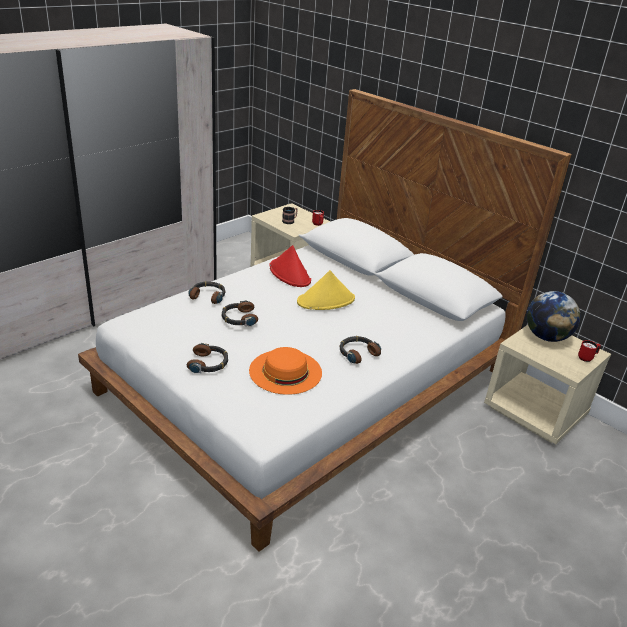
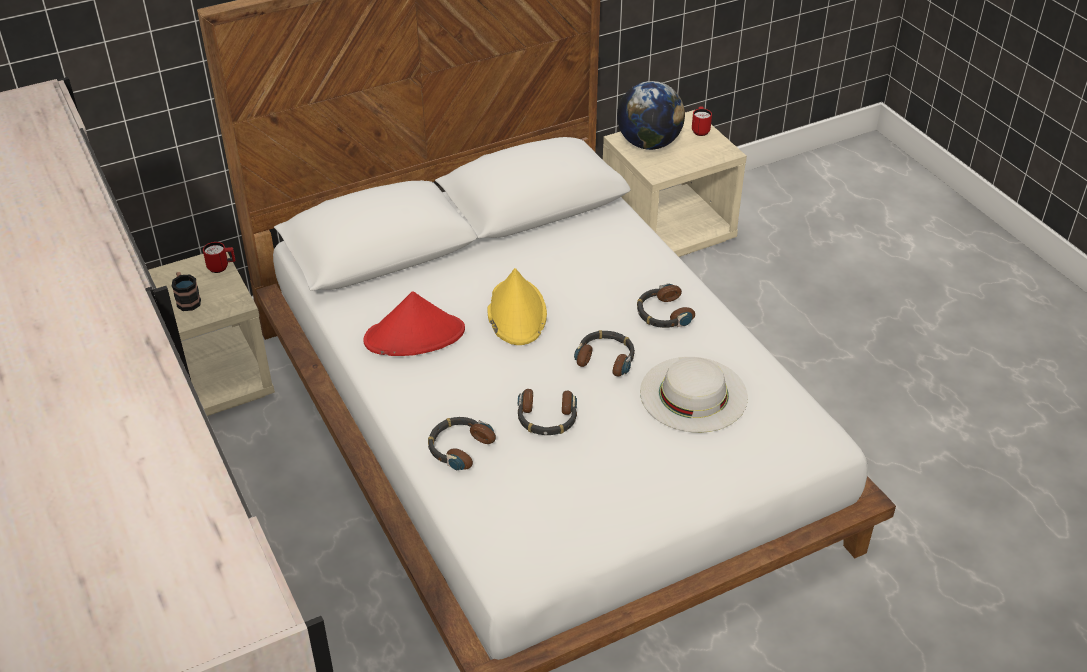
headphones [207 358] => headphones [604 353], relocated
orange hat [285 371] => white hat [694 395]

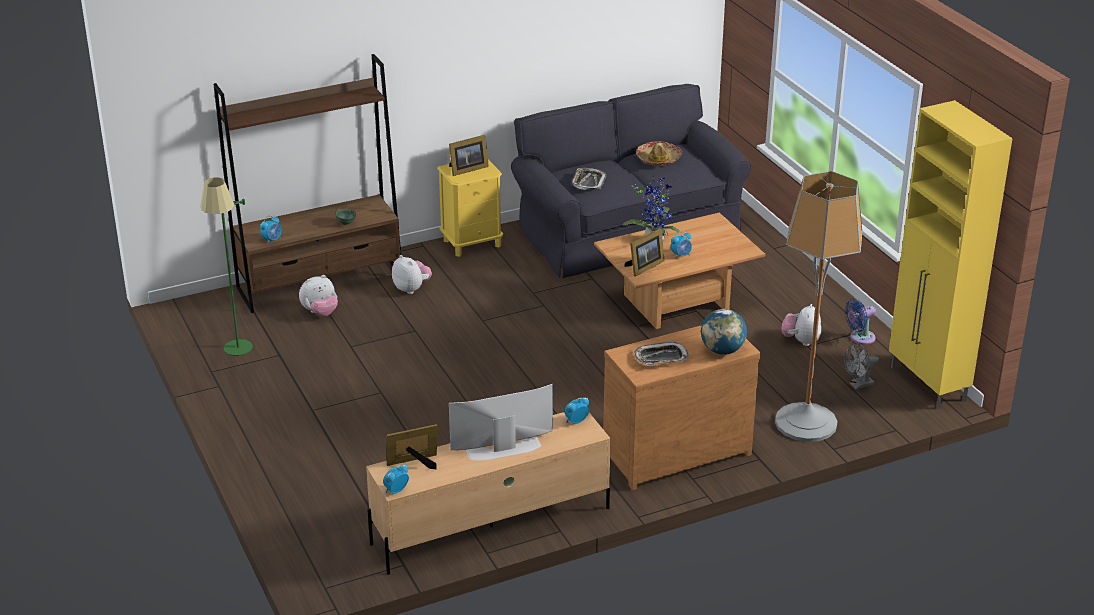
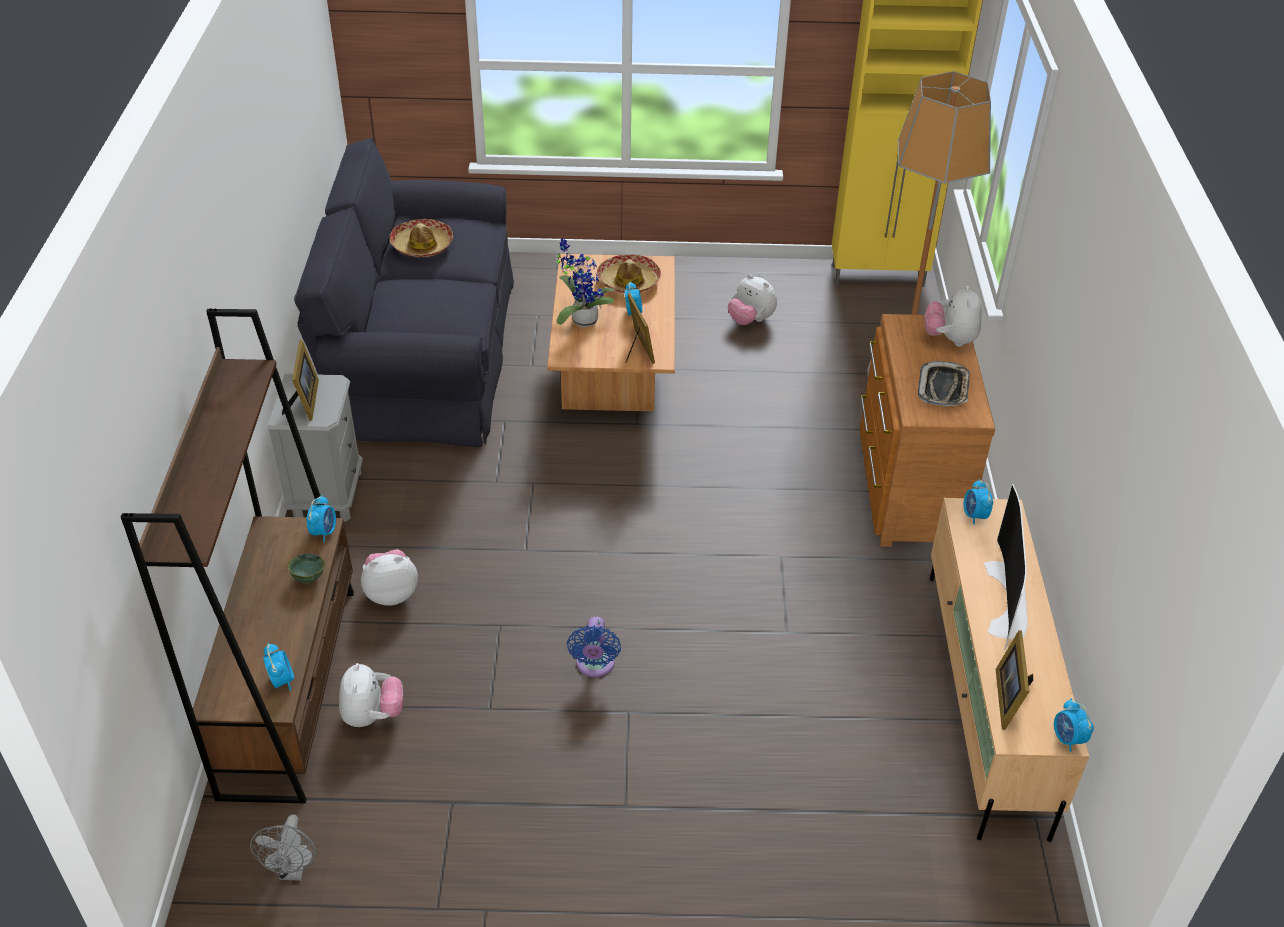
green floor lamp [226 266] => nothing
tray [589 179] => nothing
nothing => alarm clock [321 519]
nothing => hat [629 273]
grey fan [861 366] => grey fan [283 848], relocated
blue fan [860 322] => blue fan [594 646], relocated
globe [724 332] => plush toy [953 316]
yellow nightstand [470 208] => grey nightstand [315 448]

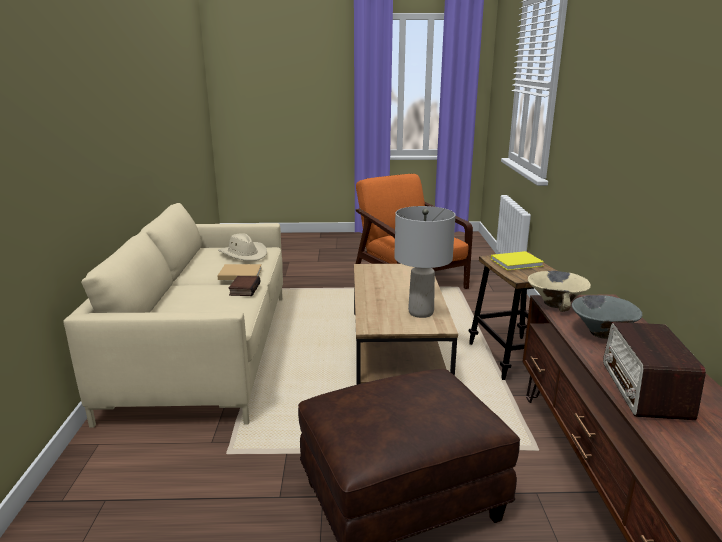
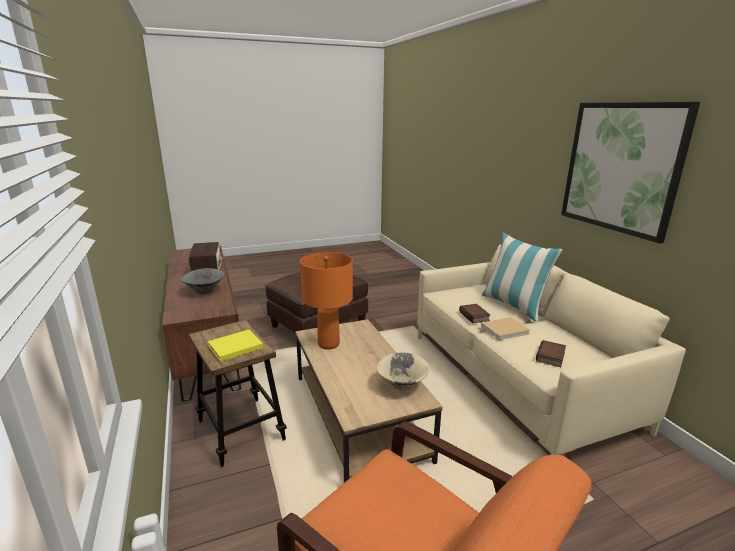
nothing => pillow [522 277]
nothing => picture [630 172]
beige bowl [559 291] => beige bowl [403 371], relocated
beige hat [242 247] => book [551 353]
grey table lamp [424 262] => orange table lamp [326 301]

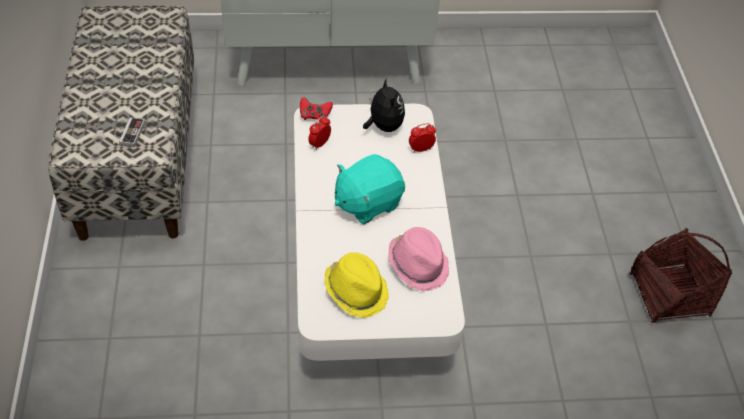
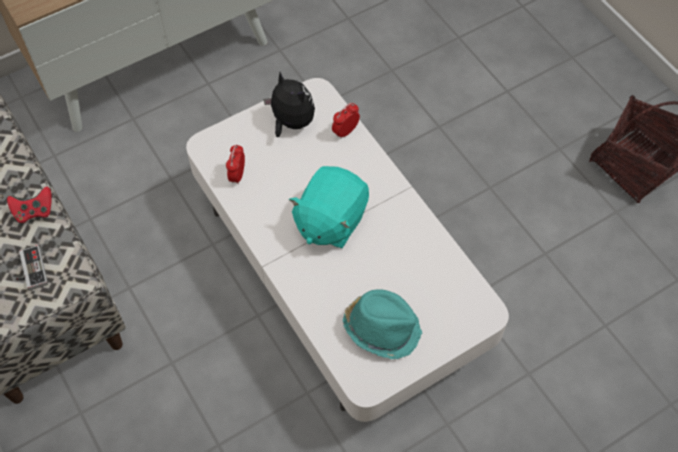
pink hat [418 259] => nothing
red game controller [316 108] => red game controller [29 205], relocated
yellow hat [357 285] => turquoise hat [382 324]

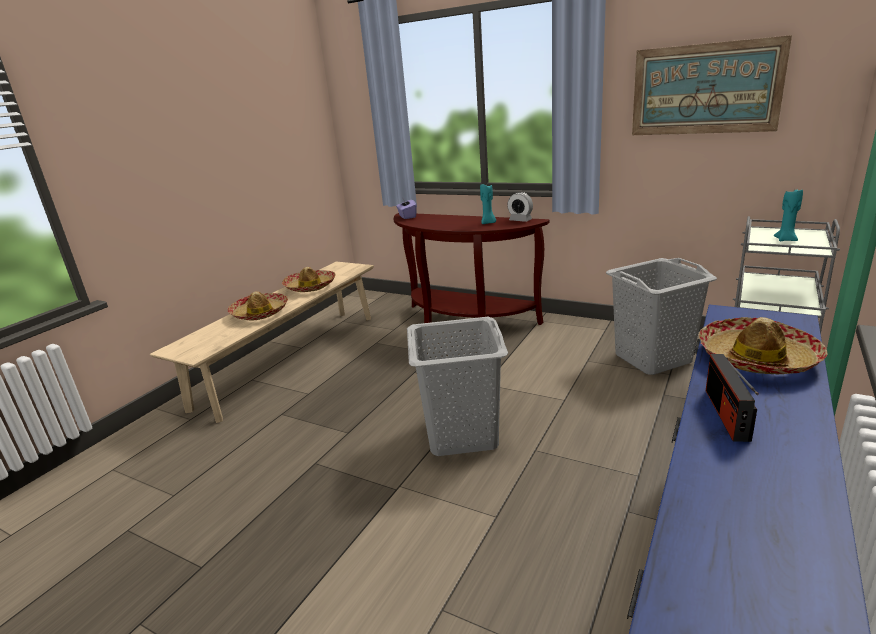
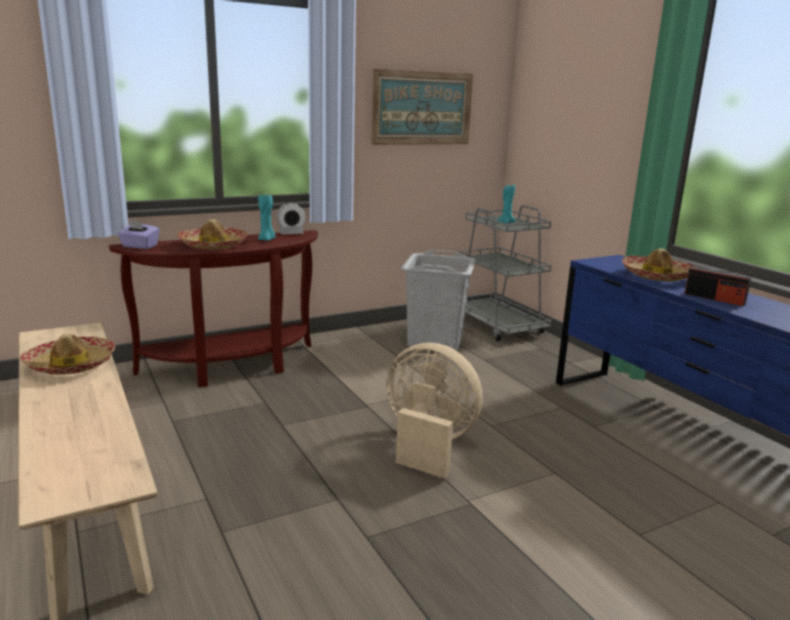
hat [258 306] => hat [212 234], relocated
grey laundry basket [457 386] => beige fan [434 411]

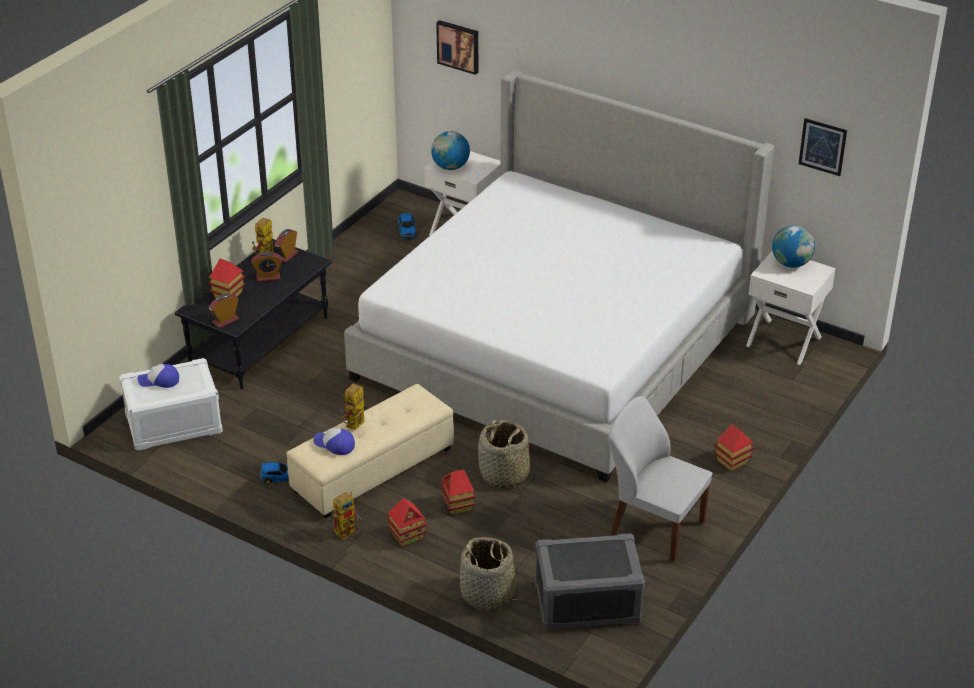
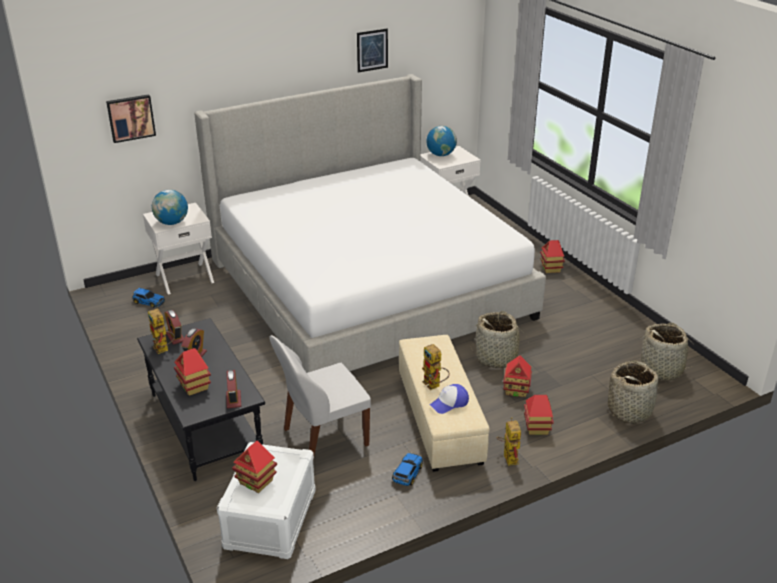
white chair [660 479] => white chair [320 397], relocated
picture [823 147] => picture [372 50], relocated
cap [158 376] => toy house [254 467]
grey storage box [590 581] => basket [667 352]

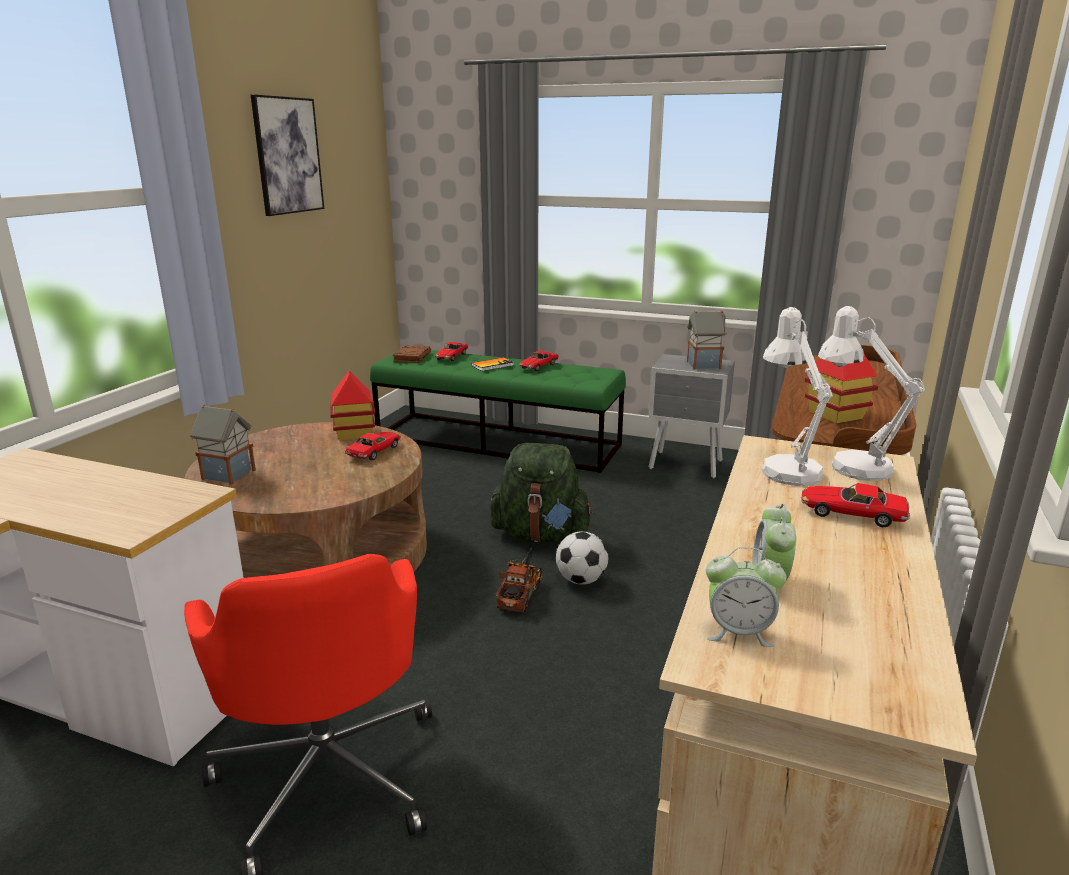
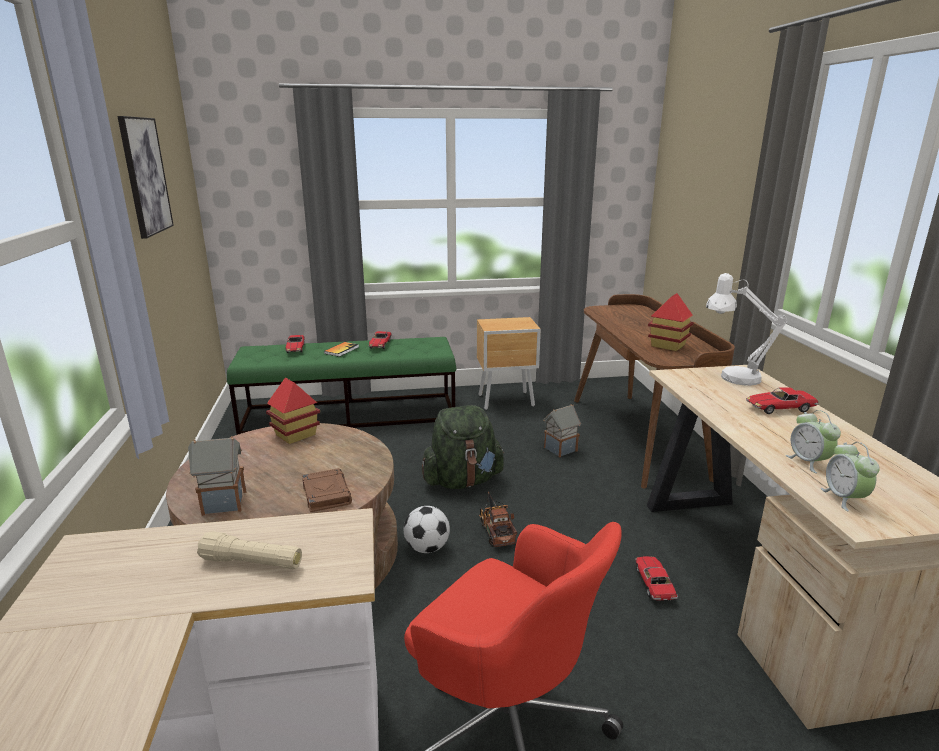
white table lamp [797 396] => nothing
nothing => beige flashlight [249 550]
toy car [373 446] => toy car [657 578], relocated
brown book [412 354] => brown book [327 490], relocated
football [582 558] => football [427 529], relocated
toy house [706 340] => toy house [562 431], relocated
grey nightstand [691 416] => brown nightstand [509 363]
alarm clock [746 597] => alarm clock [850 476], 105 degrees clockwise

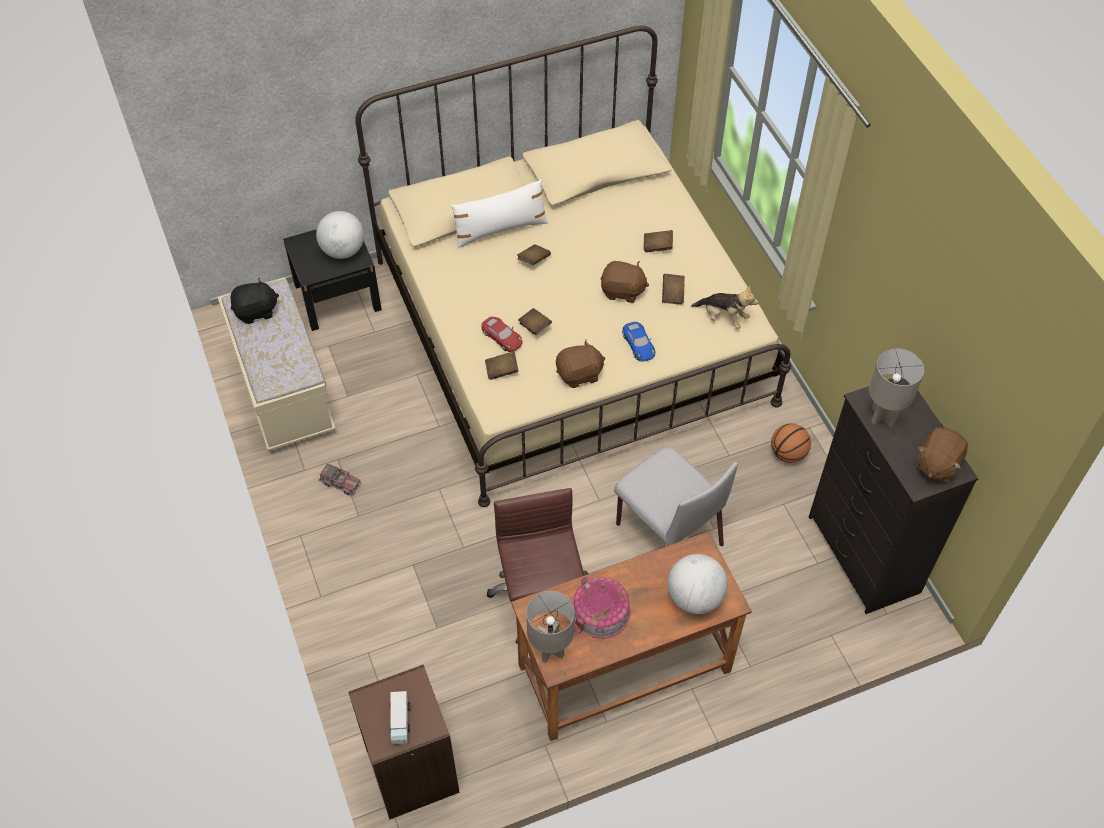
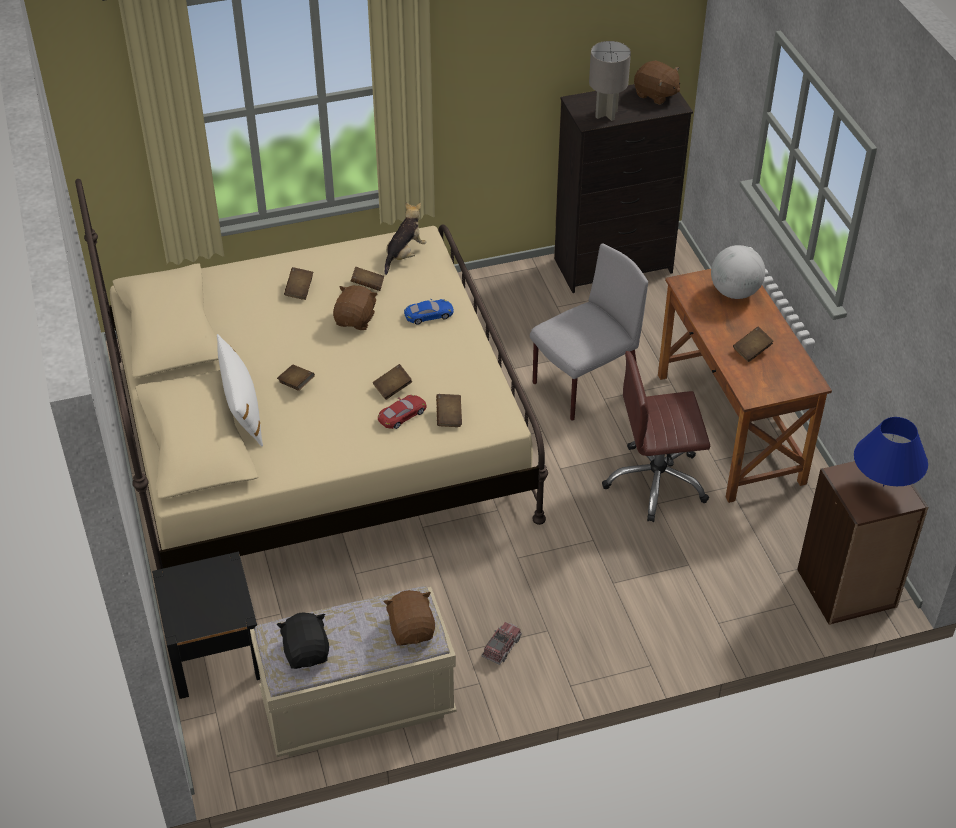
globe [340 235] => nothing
grey table lamp [550 627] => nothing
basketball [791 443] => nothing
brown plush toy [580 364] => brown plush toy [409 618], relocated
toy truck [400 718] => blue table lamp [891 452]
toy house [601 608] => brown book [753 344]

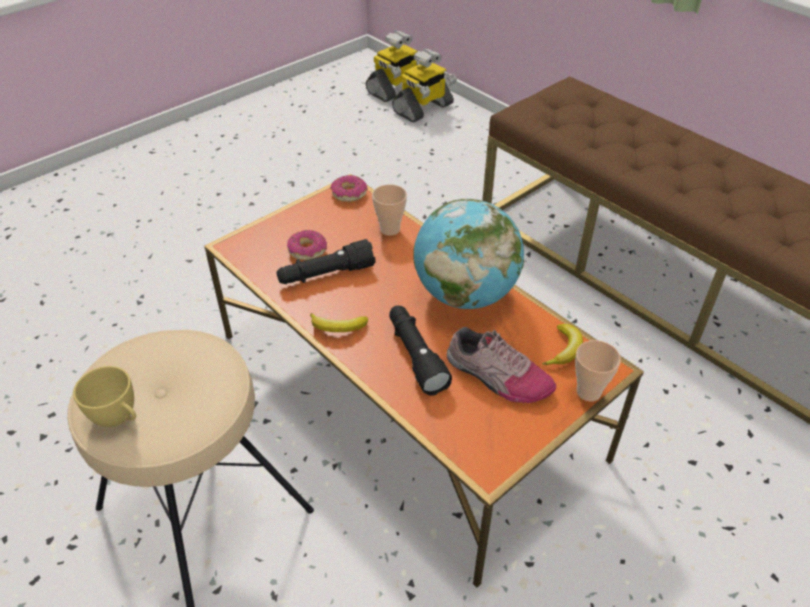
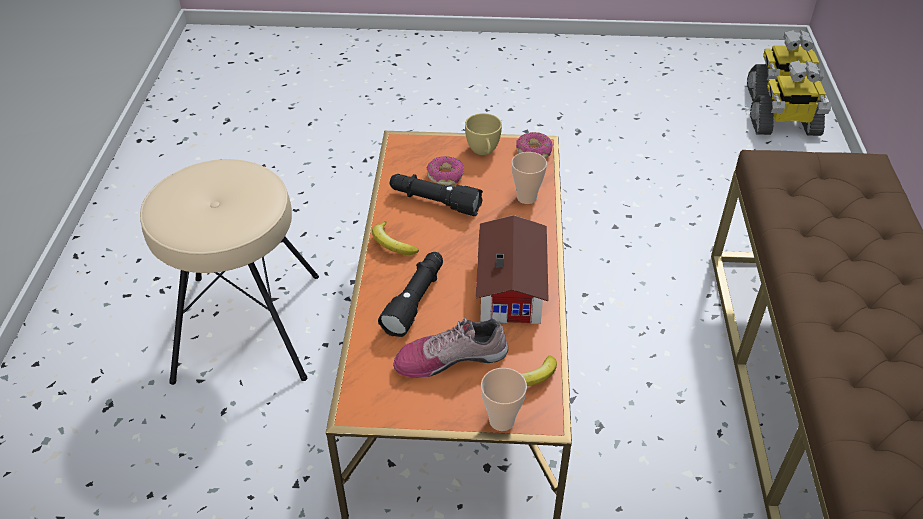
yellow cup [104 396] => yellow cup [483 134], relocated
globe [468 254] => toy house [512 269]
shoe [501 365] => shoe [450 348], 90 degrees clockwise

